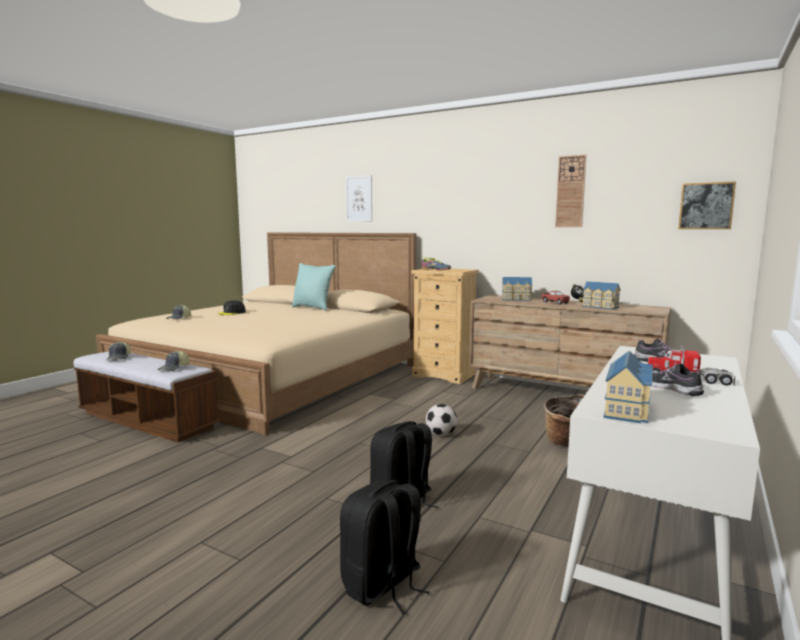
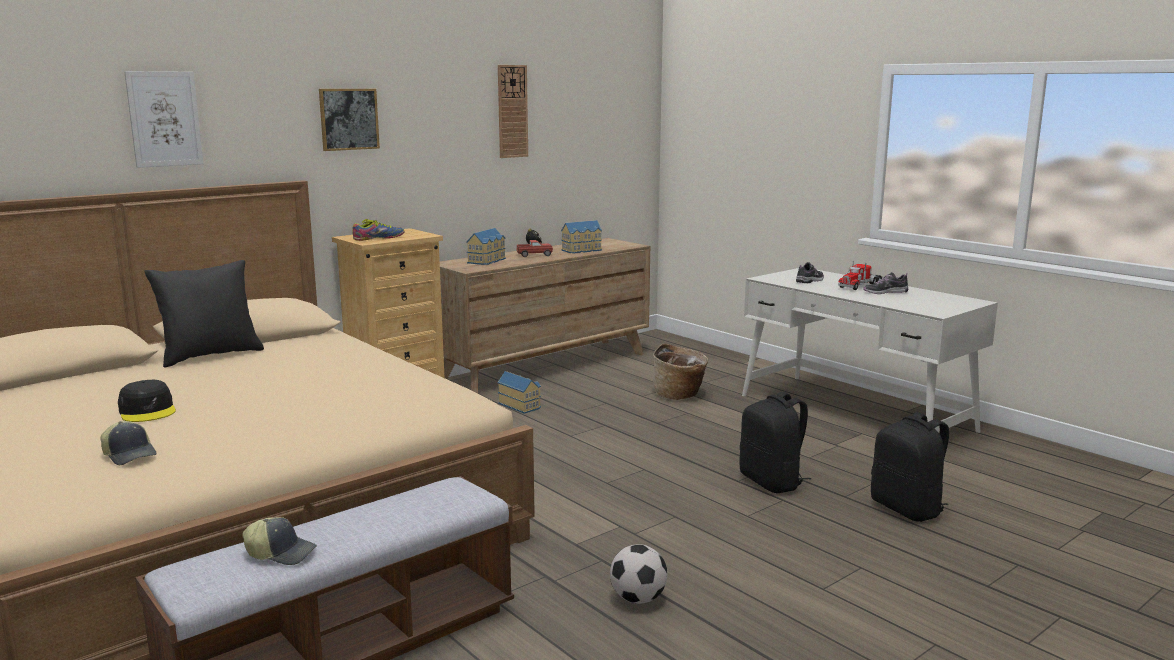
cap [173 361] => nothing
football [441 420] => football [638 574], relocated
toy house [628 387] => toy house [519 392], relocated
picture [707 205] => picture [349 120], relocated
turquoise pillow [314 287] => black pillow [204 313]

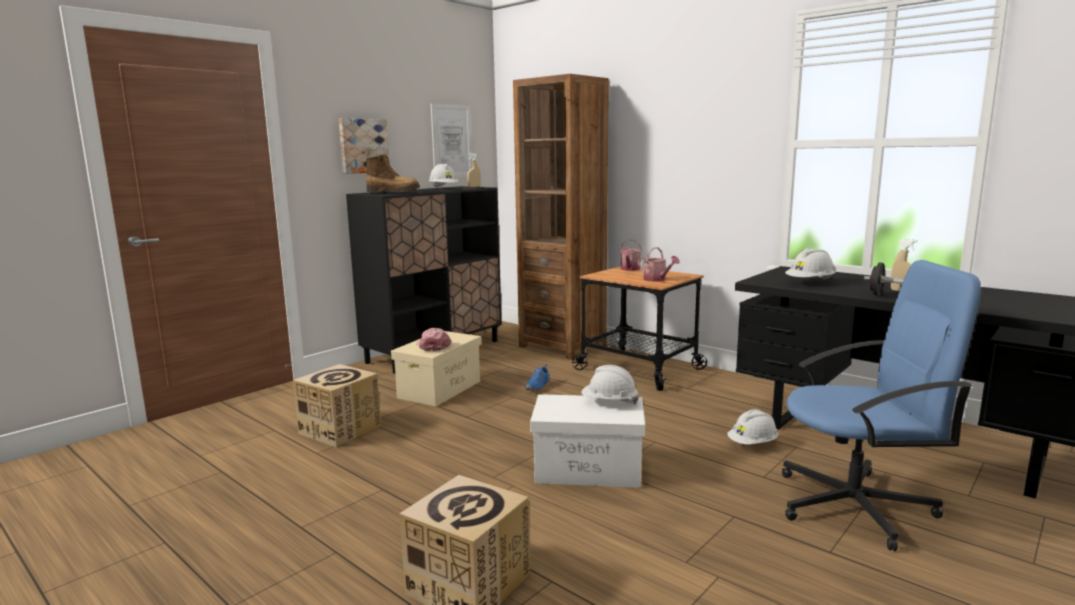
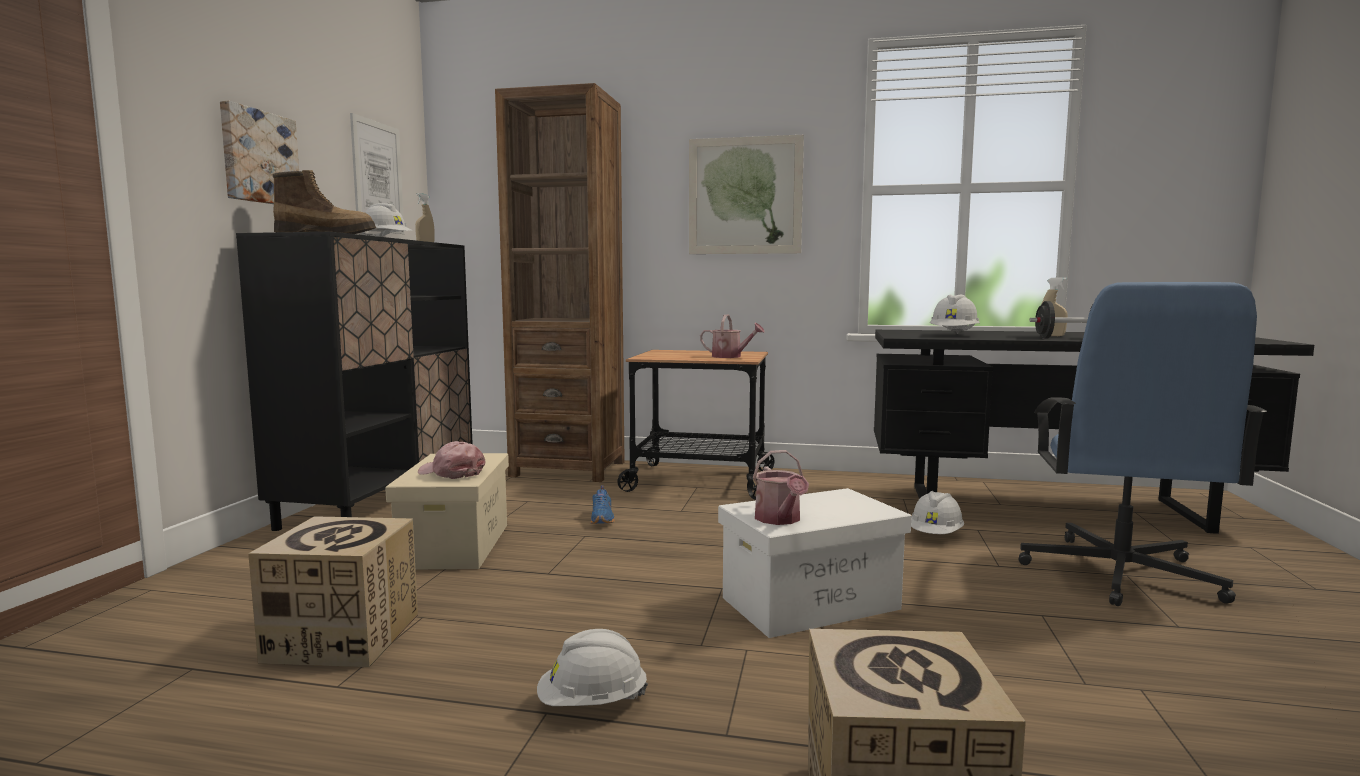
nothing => picture [746 194]
white hard hat [610 384] => white hard hat [592 667], relocated
watering can [631 255] => watering can [781 487], relocated
blue office chair [881 405] => blue office chair [1142 444], 135 degrees clockwise

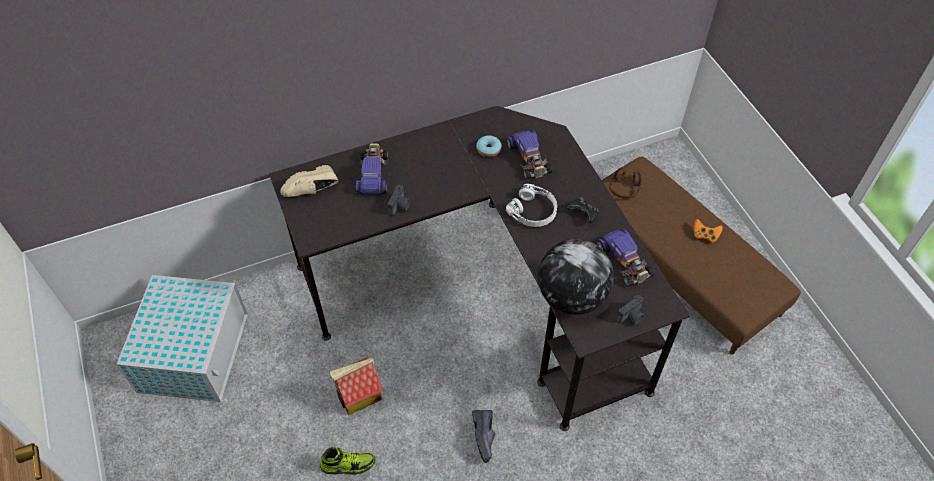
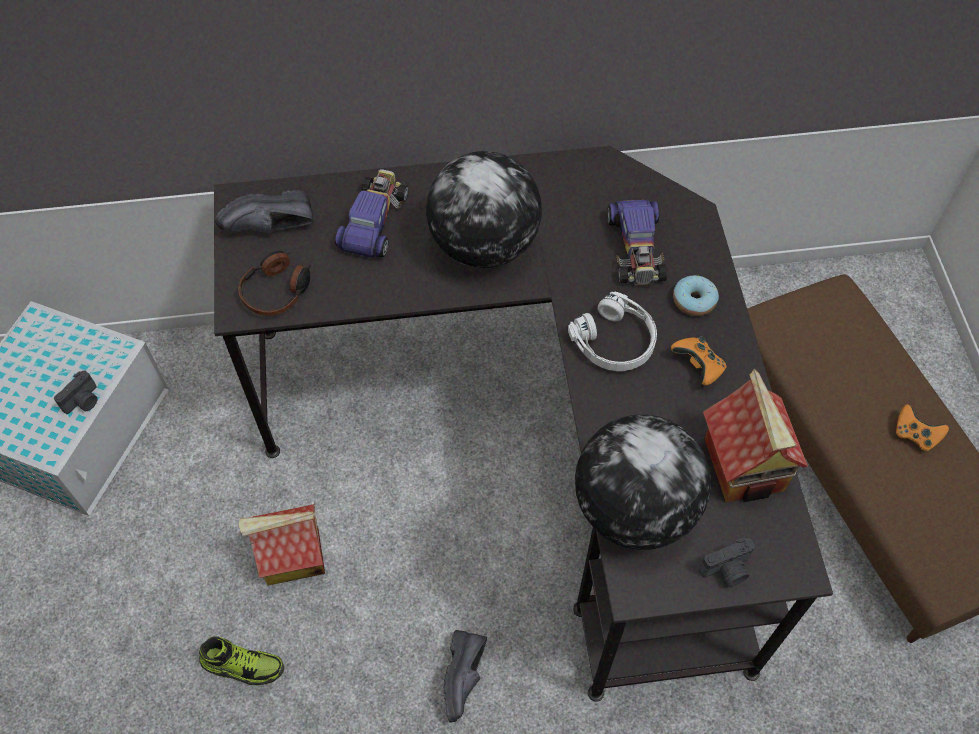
nothing => globe [484 209]
photo camera [398 200] => photo camera [76 392], relocated
donut [489 146] => donut [696 295], relocated
headphones [625 183] => headphones [274 283], relocated
toy car [625 258] => toy house [755 435]
beige shoe [309 181] => black shoe [264 212]
black game controller [582 210] => orange game controller [698 360]

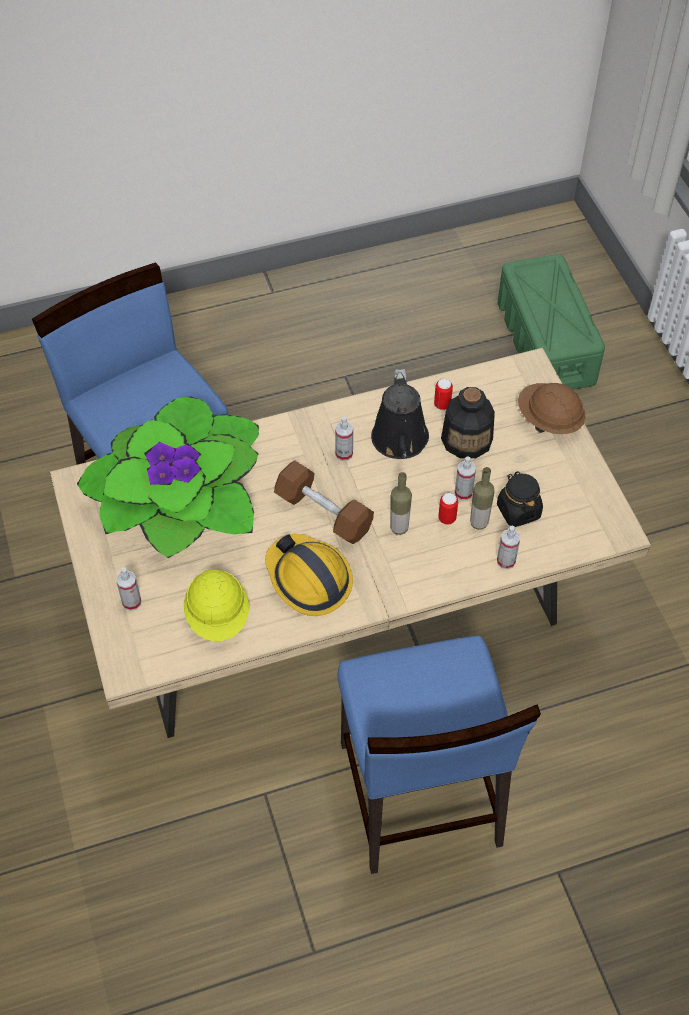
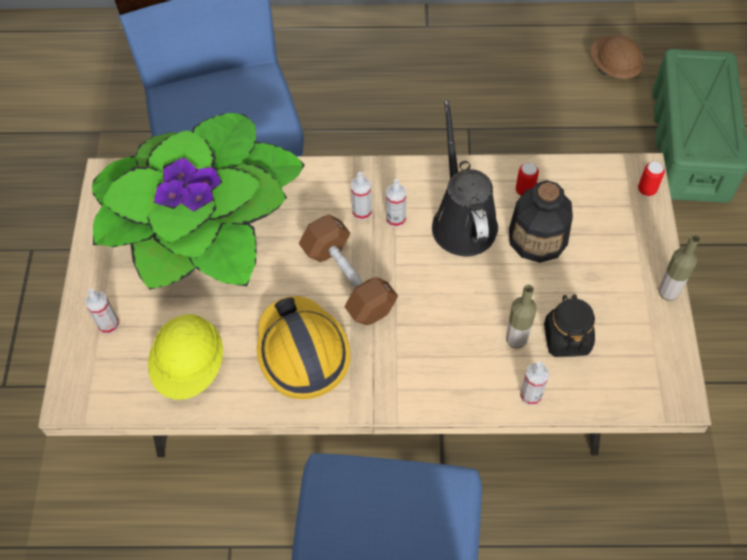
bottle [401 503] => bottle [679 267], relocated
can [448 508] => can [651 178], relocated
spray bottle [465 478] => spray bottle [361 196], relocated
brown hard hat [552 408] => brown hard hat [617 57], relocated
black watering can [400 414] => black watering can [465 178], 150 degrees clockwise

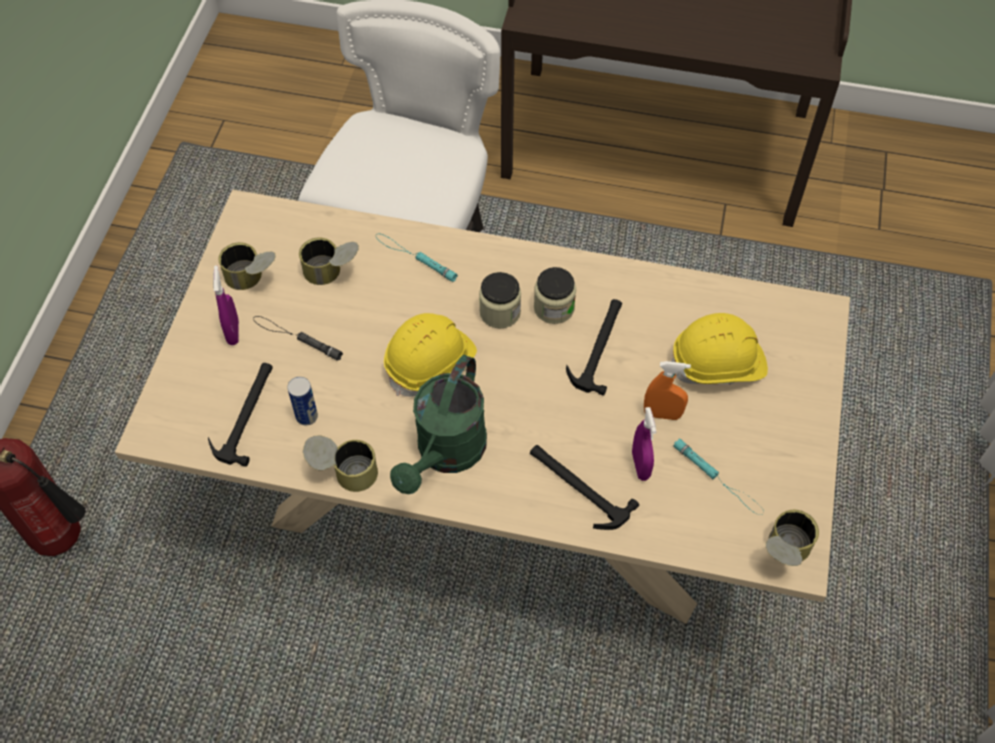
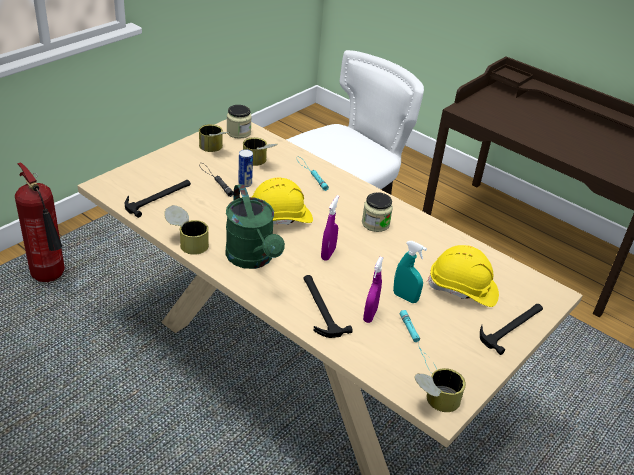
purple spray bottle [226 305] => purple spray bottle [330 228], relocated
can [302 401] => can [245 168], relocated
jar [500 300] => jar [239 121], relocated
hammer [594 347] => hammer [511 329], relocated
orange spray bottle [667 390] => turquoise spray bottle [410 272]
green watering can [438 424] => green watering can [255 226], 75 degrees counterclockwise

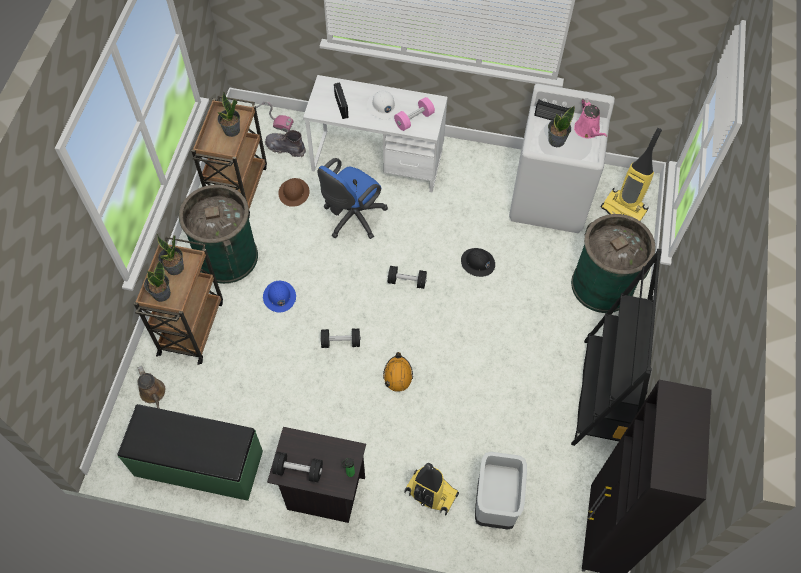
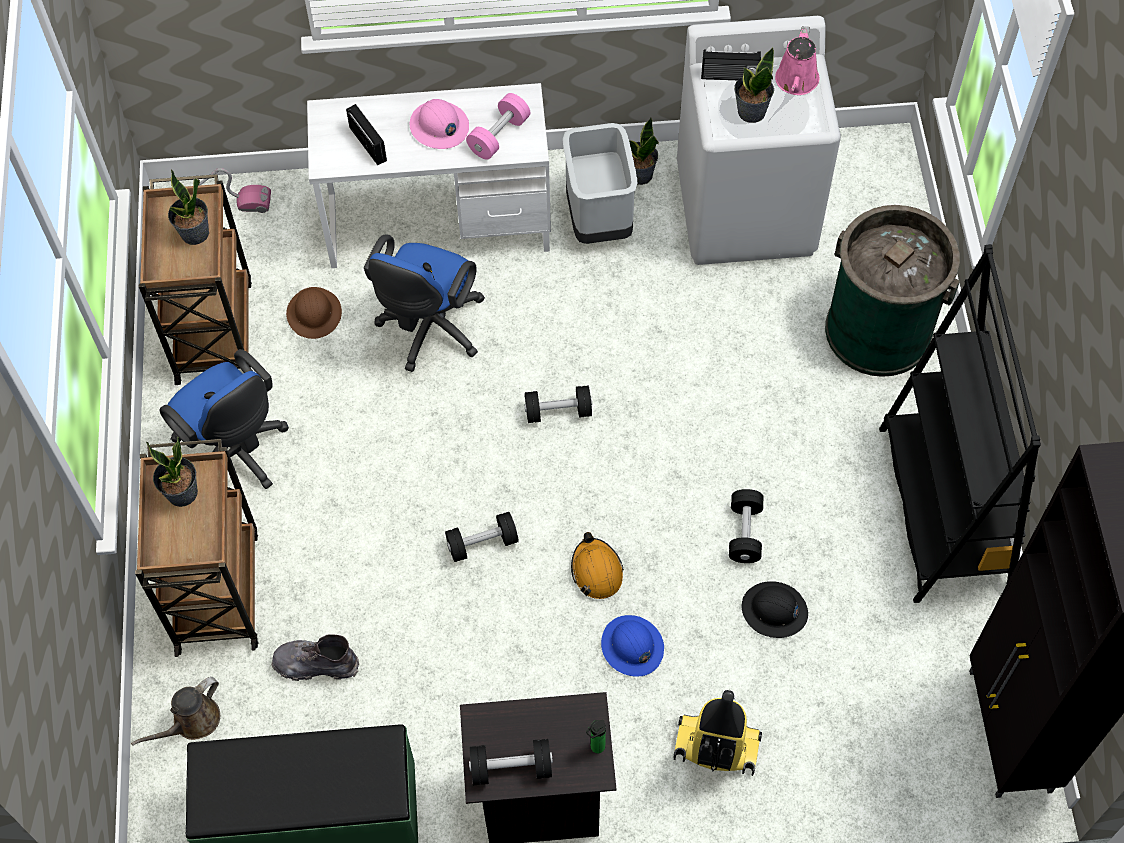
vacuum cleaner [631 174] => nothing
nothing => black dumbbell [746 526]
potted plant [157 281] => potted plant [644 151], relocated
blue hard hat [279 297] => blue hard hat [632 646], relocated
grey boot [285 143] => grey boot [315 657], relocated
black hard hat [478 262] => black hard hat [774 609], relocated
grey trash can [501 491] => grey trash can [600 183], relocated
green trash can [218 234] => blue office chair [224 419]
white hard hat [383 105] => pink hard hat [439 124]
brown watering can [151 387] => brown watering can [175 711], 90 degrees clockwise
pink watering can [590 118] => pink watering can [797 60], 45 degrees clockwise

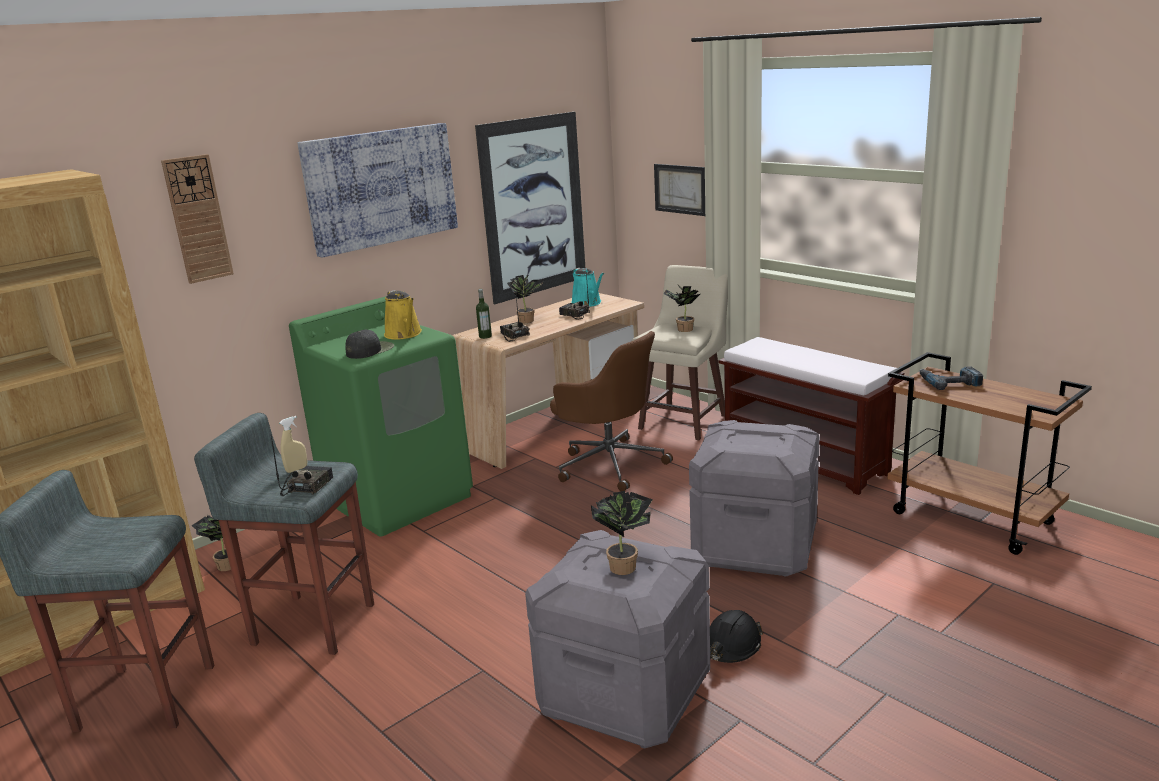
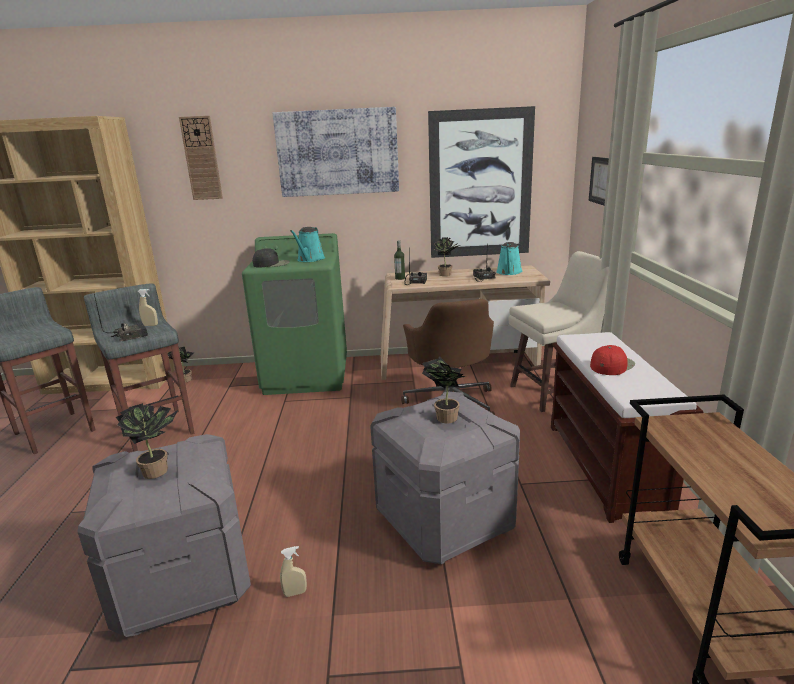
power drill [951 378] => nothing
nothing => red cap [612 360]
potted plant [681 308] => potted plant [443 389], relocated
black hard hat [736 636] => beige spray bottle [293 571]
yellow watering can [403 315] => turquoise watering can [307 244]

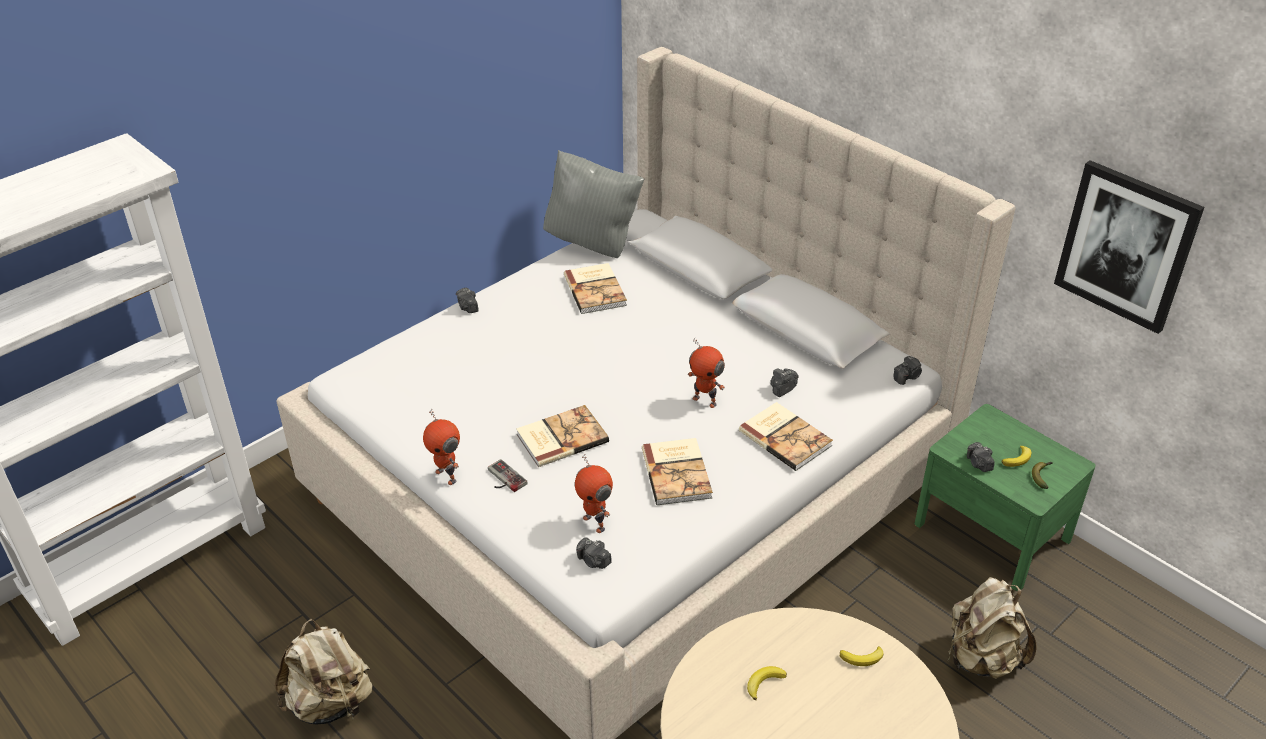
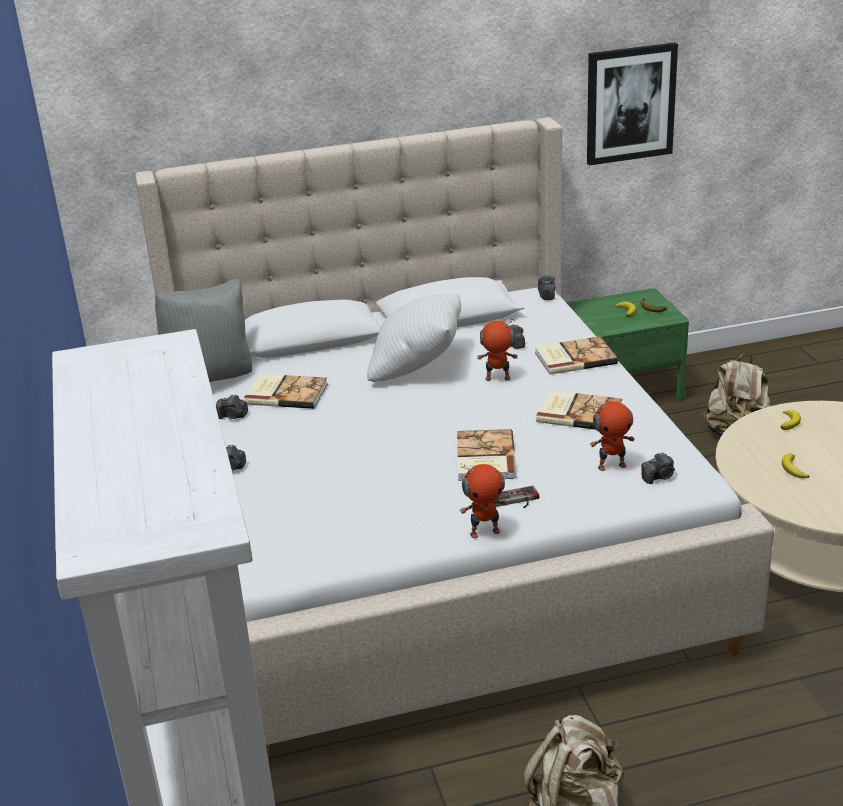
nothing => white pillow [414 338]
photo camera [981 457] => photo camera [232 406], relocated
toy robot [706 372] => toy robot [497 350], 150 degrees counterclockwise

